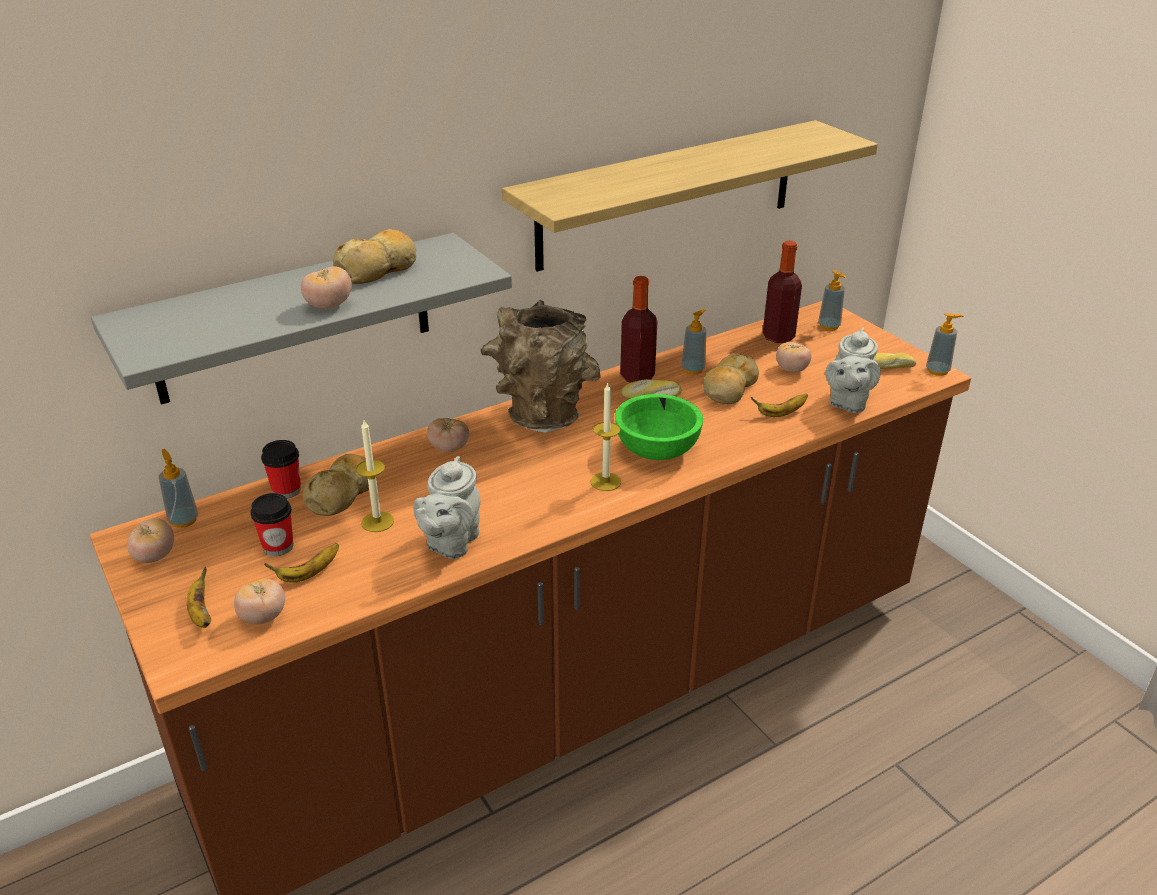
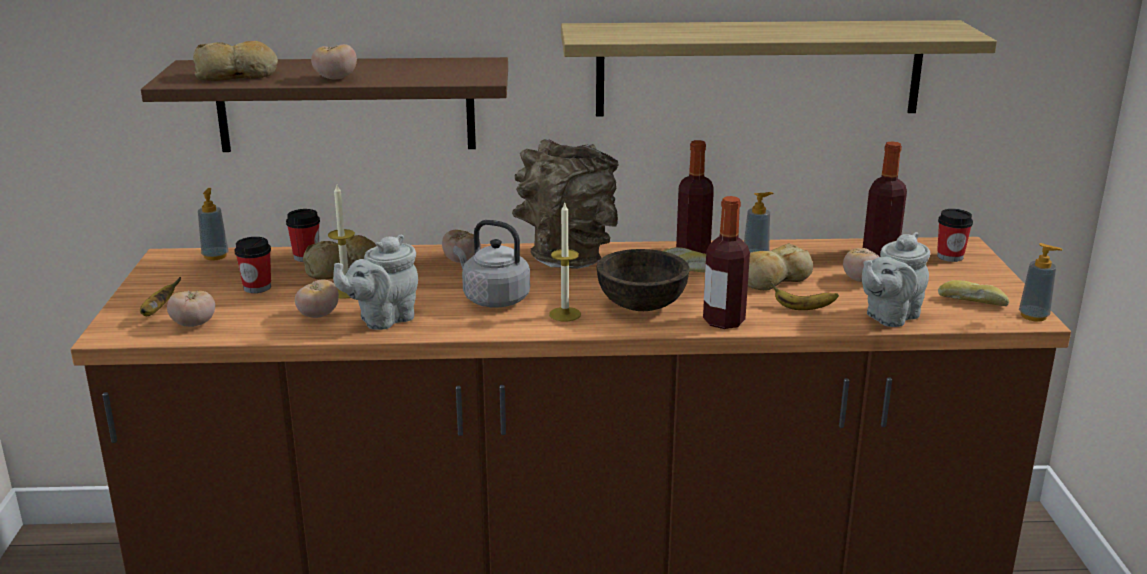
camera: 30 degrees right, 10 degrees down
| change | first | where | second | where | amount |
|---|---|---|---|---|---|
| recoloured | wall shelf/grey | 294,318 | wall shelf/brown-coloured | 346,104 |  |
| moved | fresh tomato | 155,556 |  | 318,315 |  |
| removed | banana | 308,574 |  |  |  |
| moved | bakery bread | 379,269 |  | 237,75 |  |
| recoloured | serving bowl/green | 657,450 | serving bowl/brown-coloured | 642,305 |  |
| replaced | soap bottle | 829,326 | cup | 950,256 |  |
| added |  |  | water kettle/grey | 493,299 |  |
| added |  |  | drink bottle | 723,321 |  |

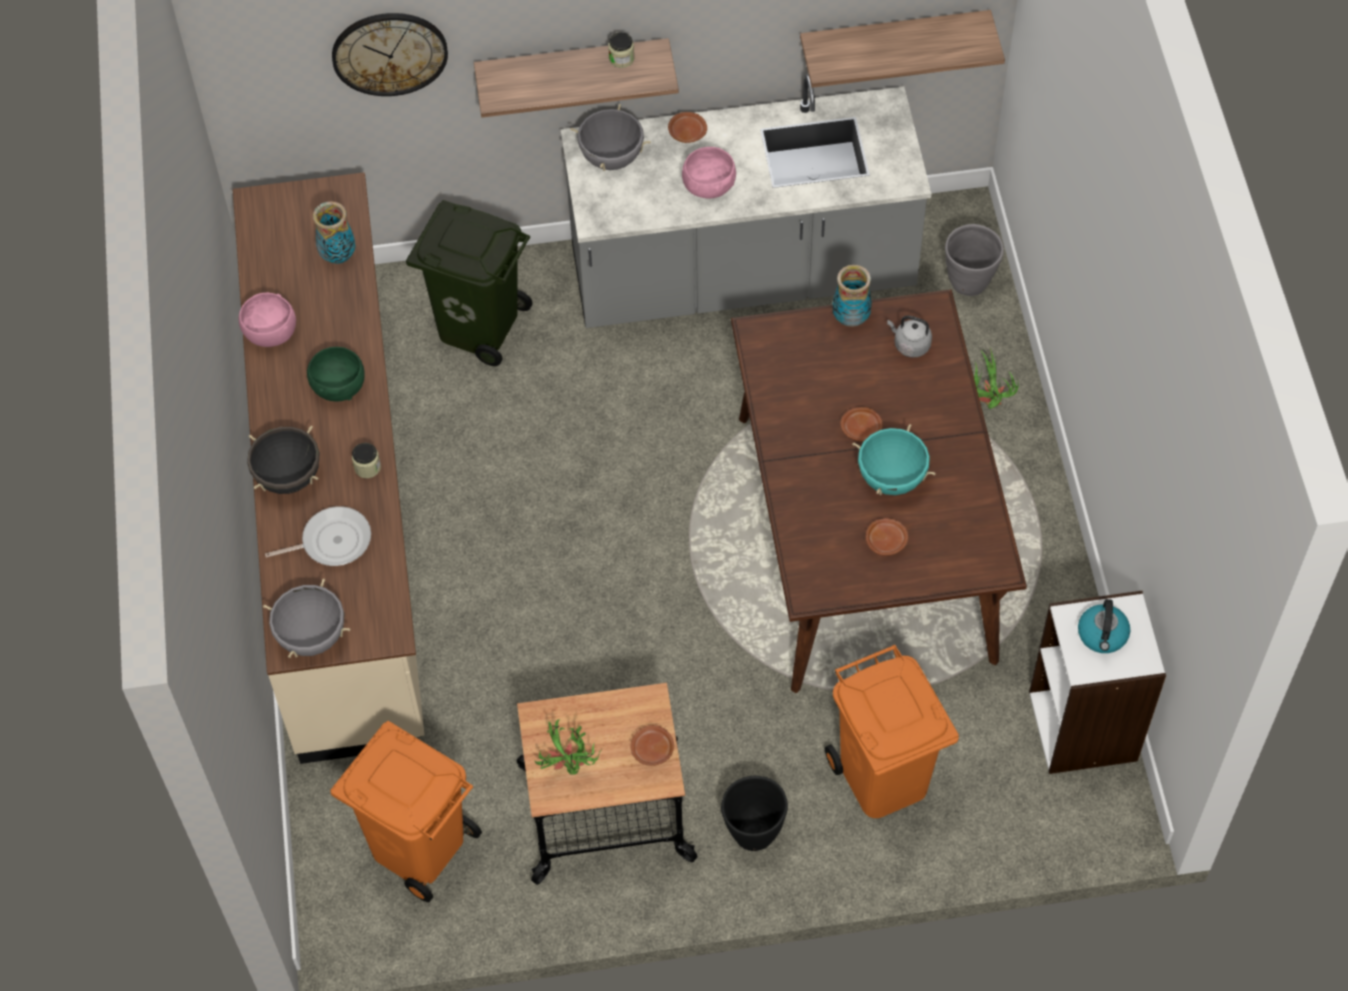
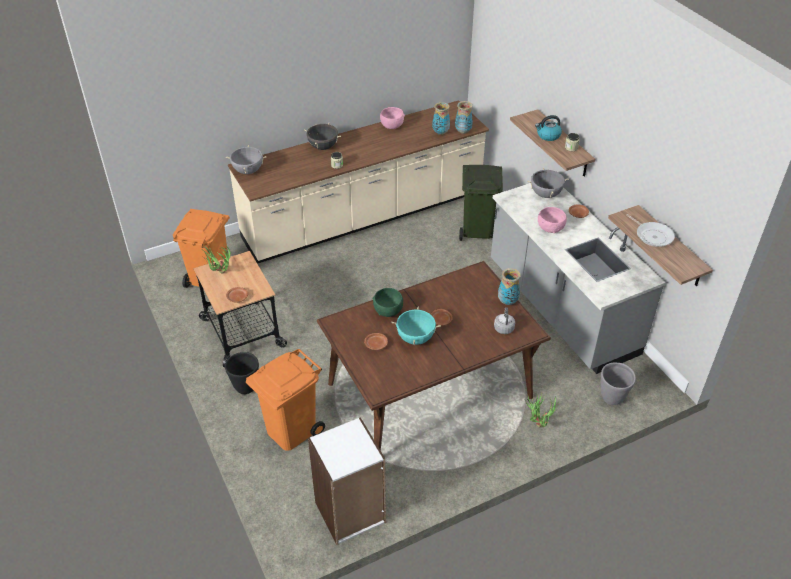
camera: 70 degrees right, 15 degrees down
| change | first | where | second | where | amount |
|---|---|---|---|---|---|
| moved | skillet | 332,541 |  | 652,235 |  |
| moved | serving bowl/green | 338,386 |  | 388,310 |  |
| removed | wall clock | 389,53 |  |  |  |
| moved | water kettle | 1102,635 |  | 548,135 |  |
| added |  |  | decorative vase | 463,131 |  |

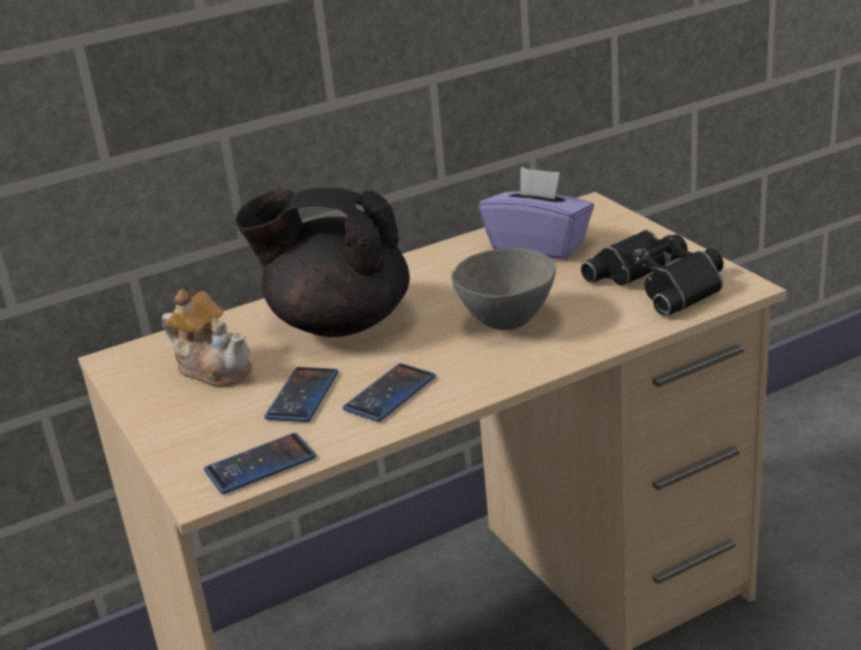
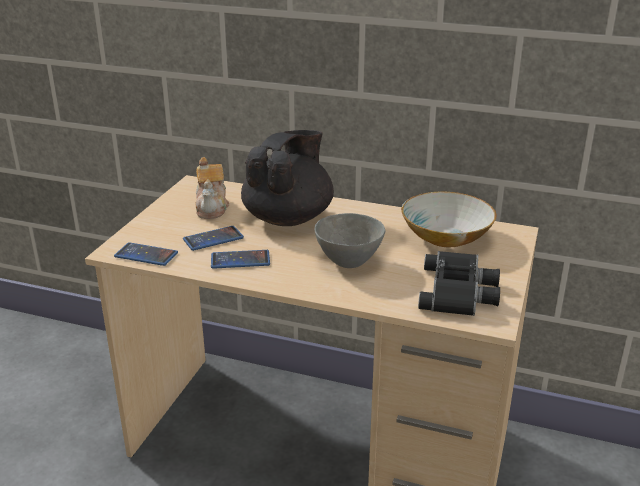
camera: 45 degrees right, 0 degrees up
| change | first | where | second | where | amount |
|---|---|---|---|---|---|
| turned | teapot/black-coloured | 338,322 |  | 289,218 | 60 degrees clockwise |
| replaced | tissue box/purplish | 539,245 | serving bowl | 445,237 |  |

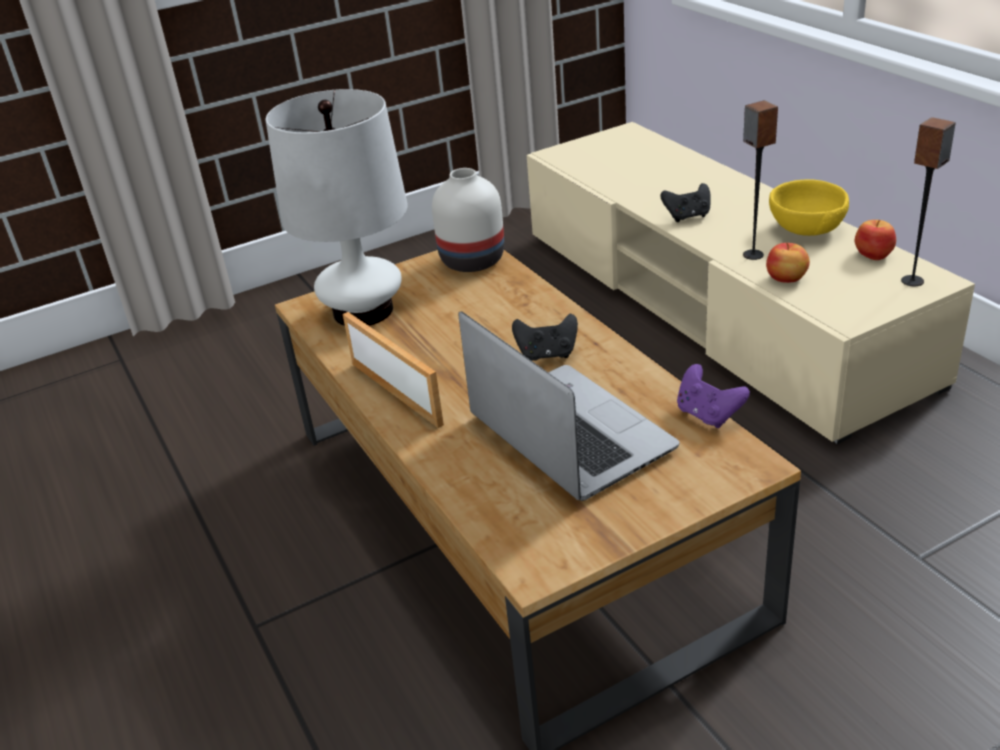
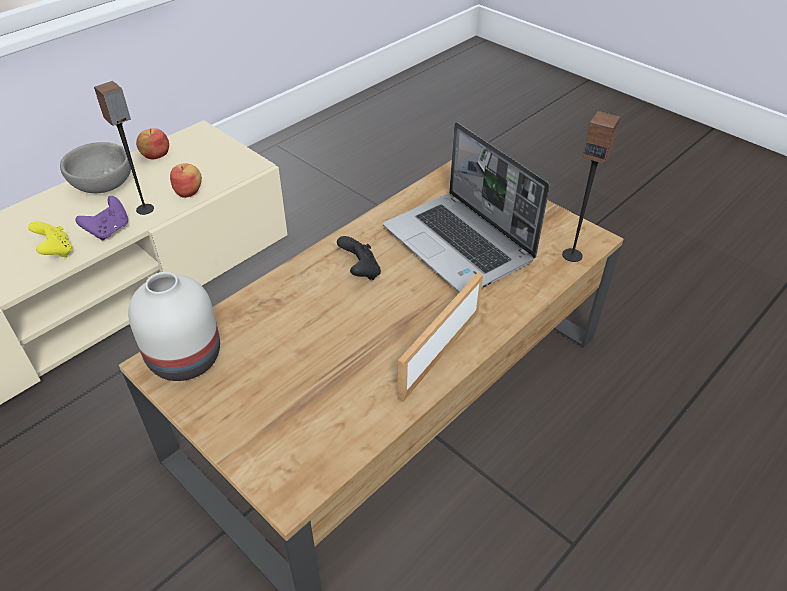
camera: 110 degrees left, 10 degrees up
| change | first | where | second | where | amount |
|---|---|---|---|---|---|
| removed | table lamp/whitish | 363,311 |  |  |  |
| turned | portable computer | 567,434 |  | 460,245 | 75 degrees counterclockwise |
| recoloured | joypad/black-coloured | 687,216 | joypad/yellowish | 56,251 |  |
| moved | joypad/purplish | 708,415 |  | 109,230 |  |
| recoloured | serving bowl/yellowish | 807,228 | serving bowl/grey | 102,184 |  |
| moved | speaker | 912,281 |  | 572,255 |  |

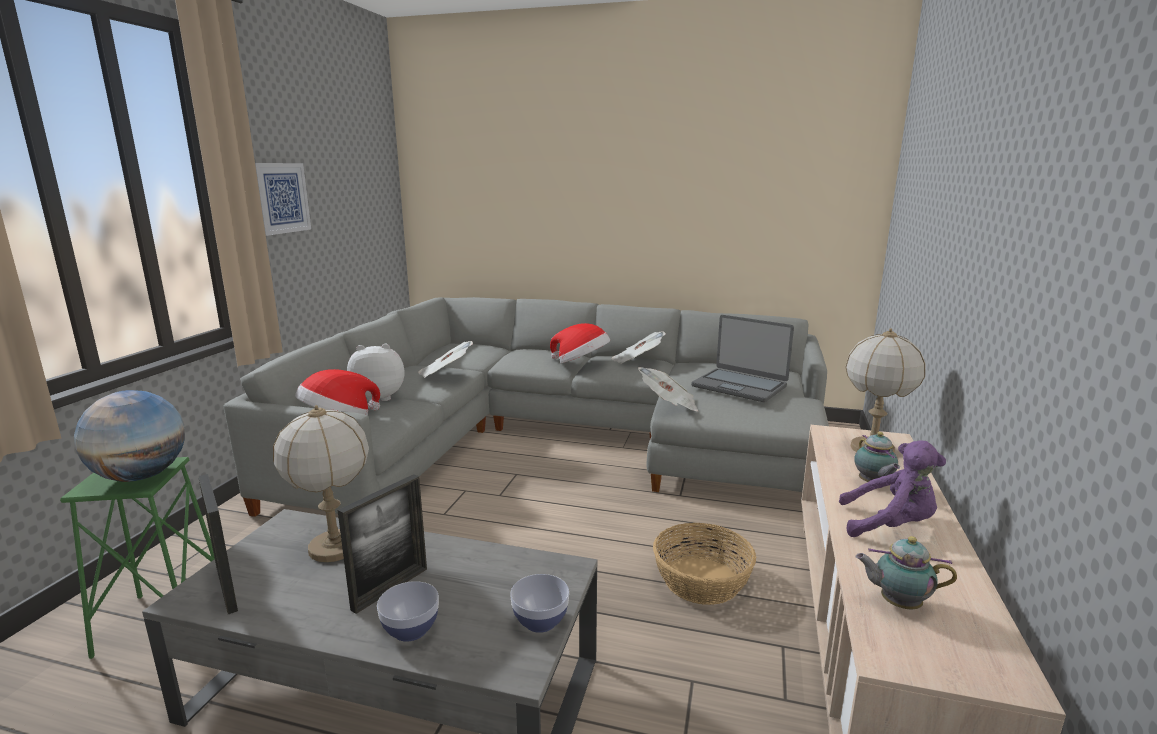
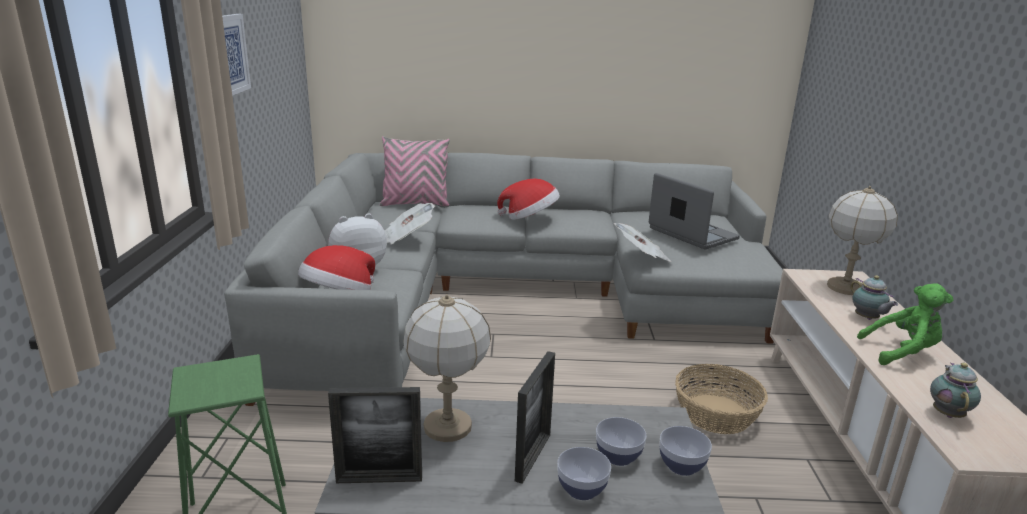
camera: 15 degrees left, 5 degrees up
| change | first | where | second | where | amount |
|---|---|---|---|---|---|
| removed | desk globe | 142,476 |  |  |  |
| turned | picture frame | 226,589 |  | 379,479 | 45 degrees counterclockwise |
| removed | newspaper | 637,361 |  |  |  |
| turned | portable computer | 739,386 |  | 692,234 | 150 degrees counterclockwise |
| recoloured | cuddly toy/purplish | 889,526 | cuddly toy/green | 902,352 |  |
| turned | teapot | 897,603 |  | 947,413 | 105 degrees clockwise |
| added |  |  | pillow/pink-coloured | 415,204 |  |
| added |  |  | serving bowl | 618,456 |  |

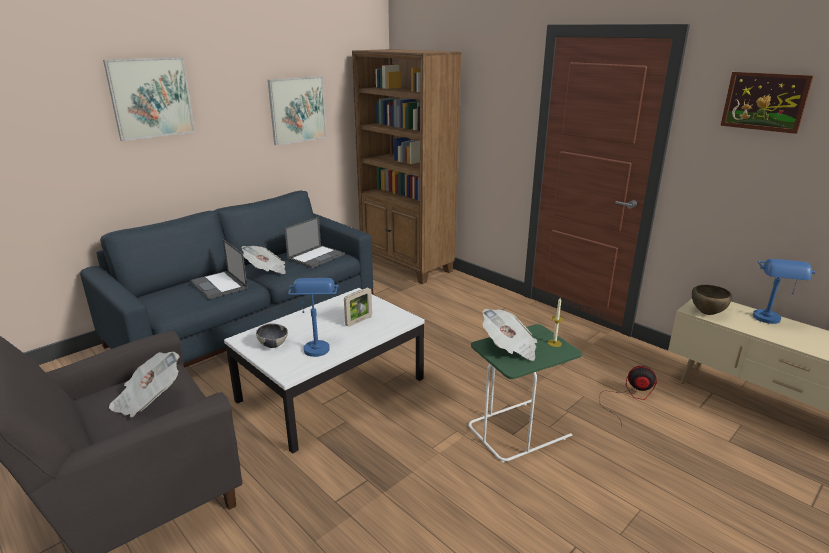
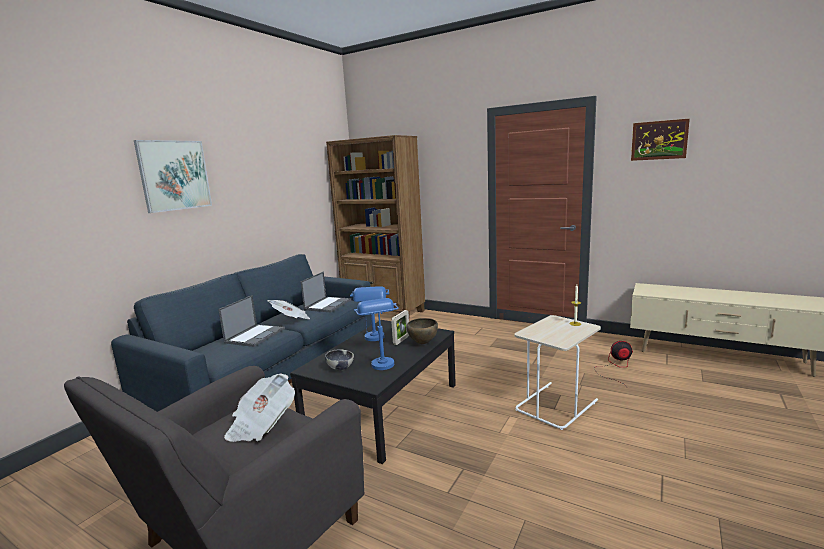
camera: 15 degrees left, 10 degrees down
| change | first | where | second | where | amount |
|---|---|---|---|---|---|
| turned | portable computer | 219,285 |  | 255,335 | 105 degrees counterclockwise |
| recoloured | coffee table/whitish | 332,389 | coffee table/black-coloured | 383,408 |  |
| removed | wall picture | 297,110 |  |  |  |
| recoloured | end table/green | 518,429 | end table/beige | 555,404 |  |
| removed | newspaper | 509,348 |  |  |  |
| moved | serving bowl/brown-coloured | 707,313 |  | 423,343 |  |
| moved | table lamp/blue-coloured | 769,322 |  | 374,340 |  |

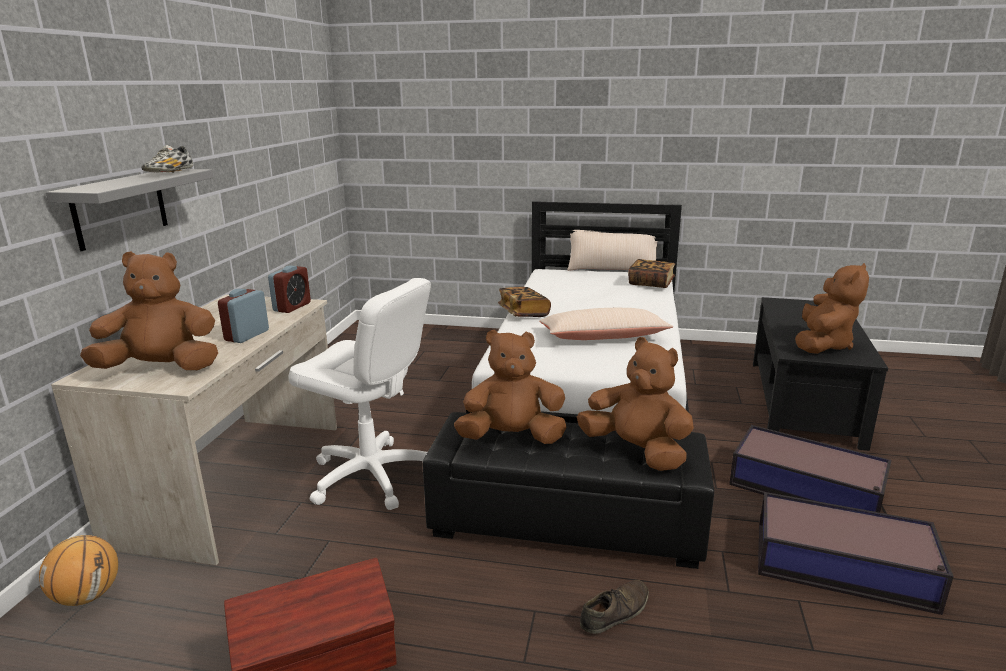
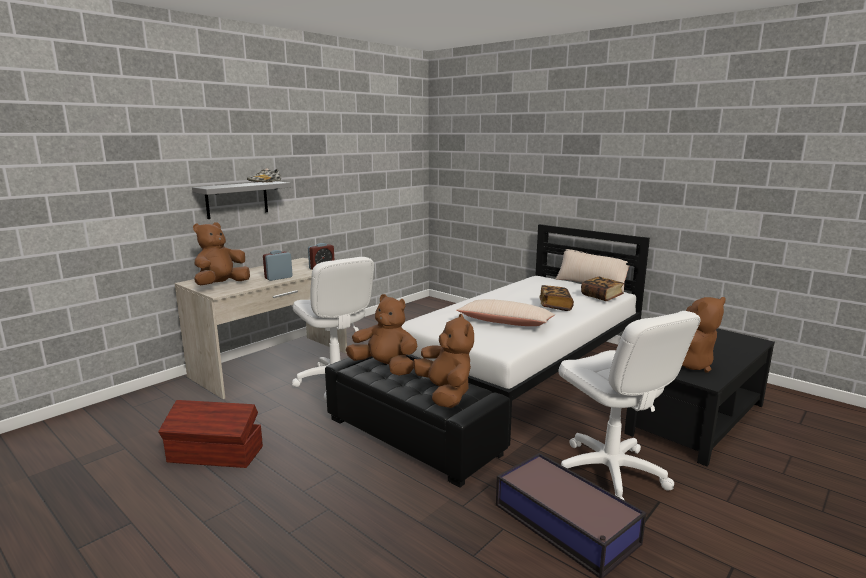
camera: 30 degrees right, 5 degrees down
| change | first | where | second | where | amount |
|---|---|---|---|---|---|
| removed | ball for basketball | 88,596 |  |  |  |
| turned | cuddly toy/brown-coloured | 162,368 |  | 221,285 | 75 degrees counterclockwise |
| moved | book | 523,313 |  | 555,306 |  |
| removed | shoe/brown-coloured | 615,612 |  |  |  |
| replaced | storage container | 807,489 | desk chair/whitish | 609,473 |  |

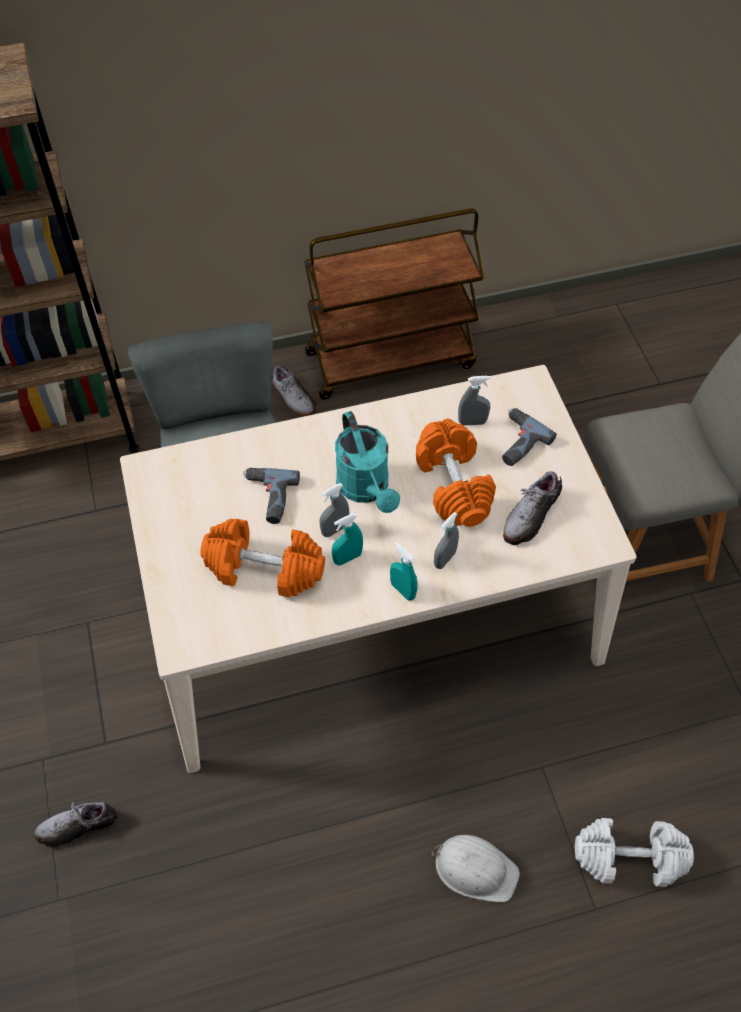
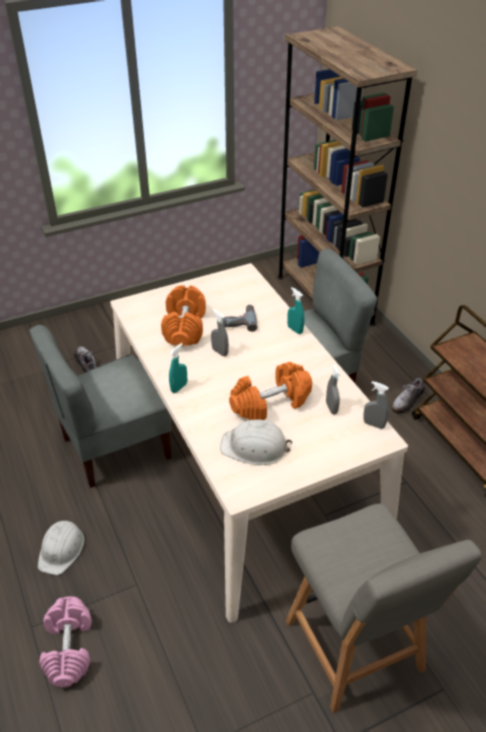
camera: 80 degrees right, 15 degrees down
| change | first | where | second | where | amount |
|---|---|---|---|---|---|
| moved | hand sprayer/turquoise-coloured | 347,558 |  | 295,330 |  |
| removed | watering can/turquoise-coloured | 367,489 |  |  |  |
| moved | hand sprayer/grey | 445,559 |  | 374,424 |  |
| removed | power drill | 516,441 |  |  |  |
| replaced | shoe | 530,515 | safety helmet/whitish | 255,447 |  |
| recoloured | dumbbell/whitish | 628,858 | dumbbell/pink-coloured | 68,648 |  |
| added |  |  | plain chair/grey | 115,447 |  |

